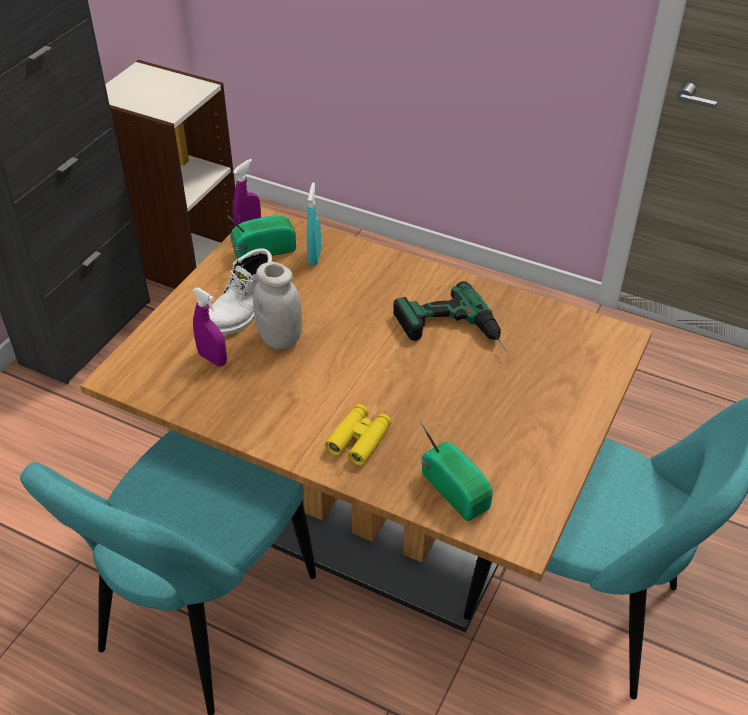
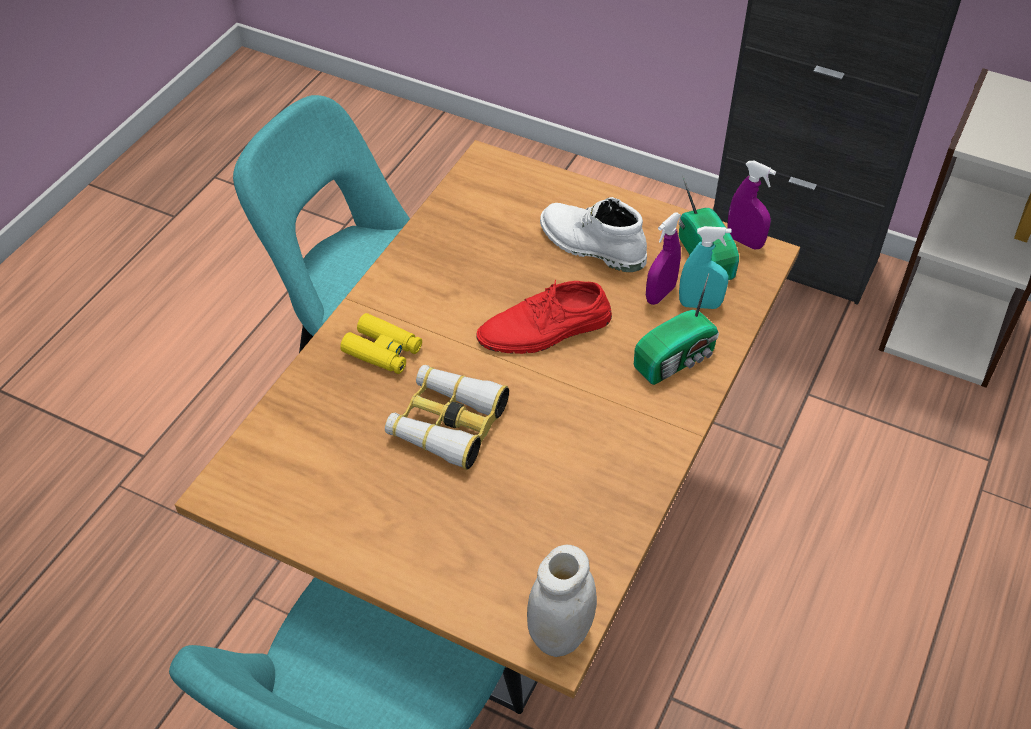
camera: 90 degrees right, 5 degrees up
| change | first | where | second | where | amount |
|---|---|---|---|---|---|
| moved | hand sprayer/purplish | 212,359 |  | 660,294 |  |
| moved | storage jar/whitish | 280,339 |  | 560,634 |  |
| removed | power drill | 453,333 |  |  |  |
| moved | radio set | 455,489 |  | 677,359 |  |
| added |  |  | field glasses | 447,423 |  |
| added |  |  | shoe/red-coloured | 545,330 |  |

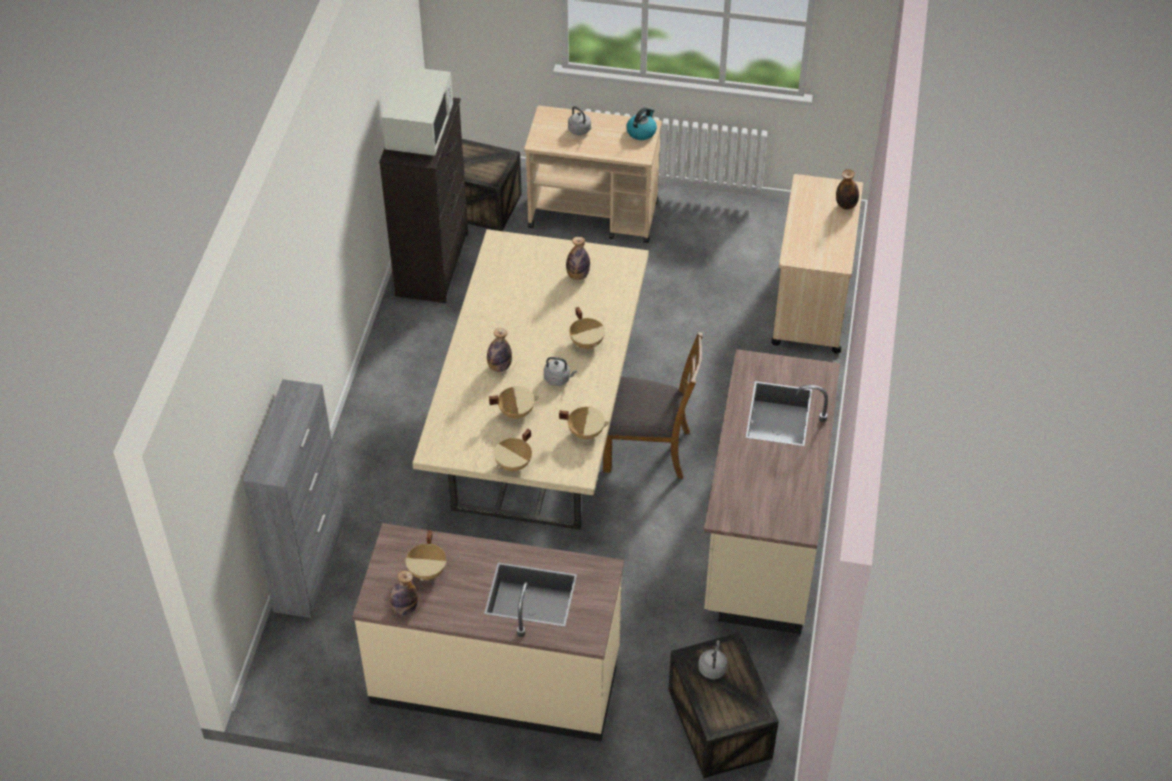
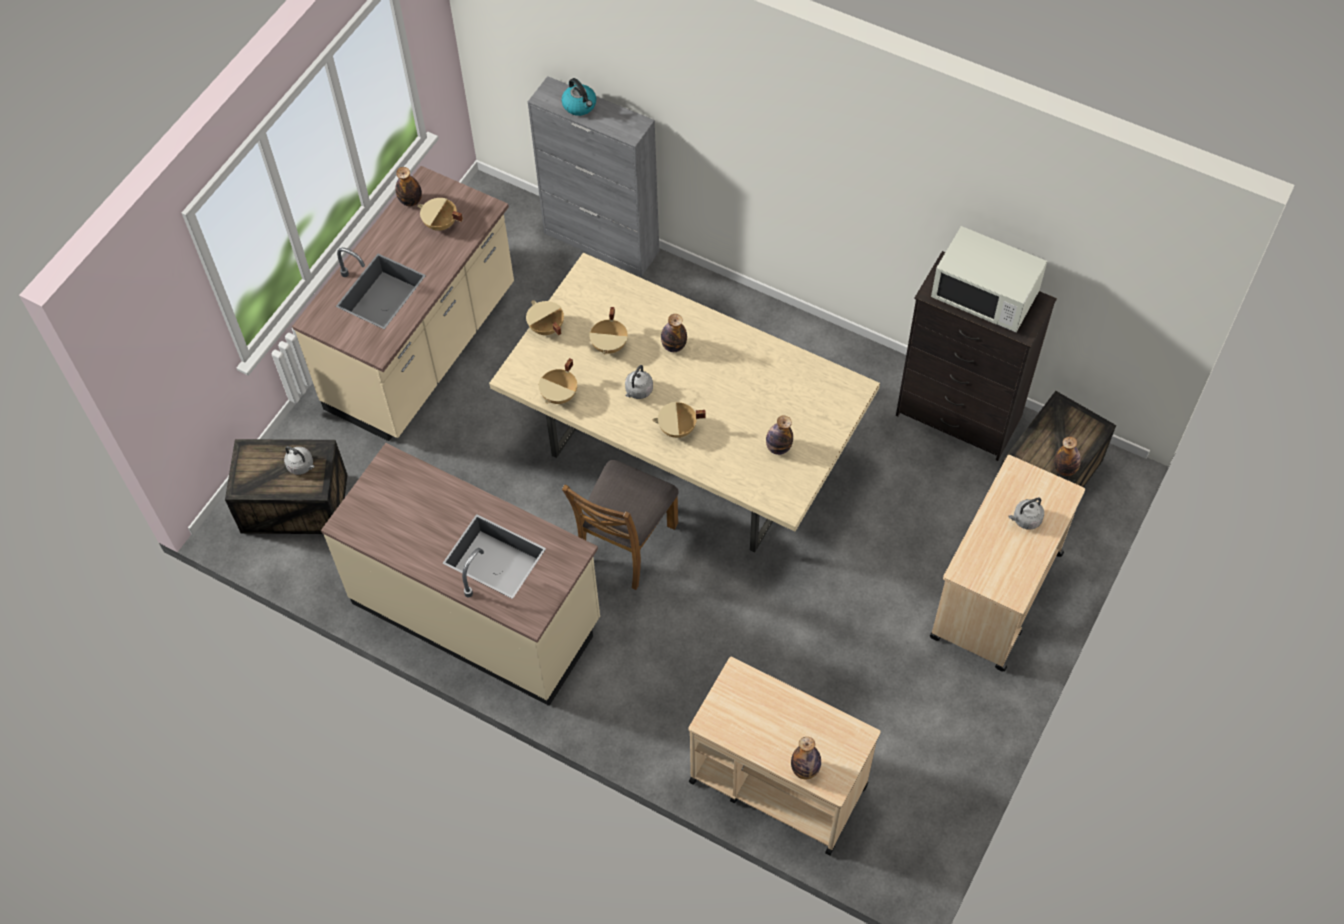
camera: 110 degrees right, 10 degrees up
| change | first | where | second | where | amount |
|---|---|---|---|---|---|
| moved | water kettle | 641,132 |  | 580,105 |  |
| added |  |  | drink bottle | 1064,469 |  |

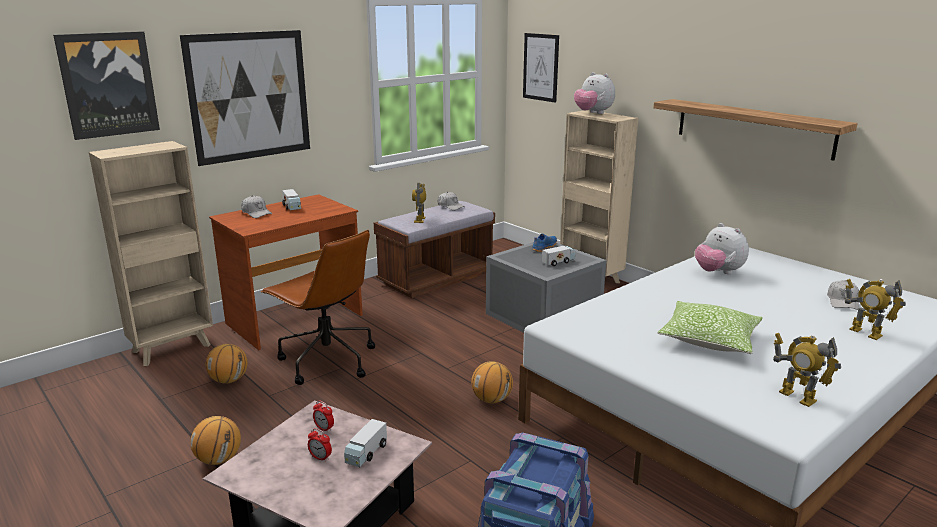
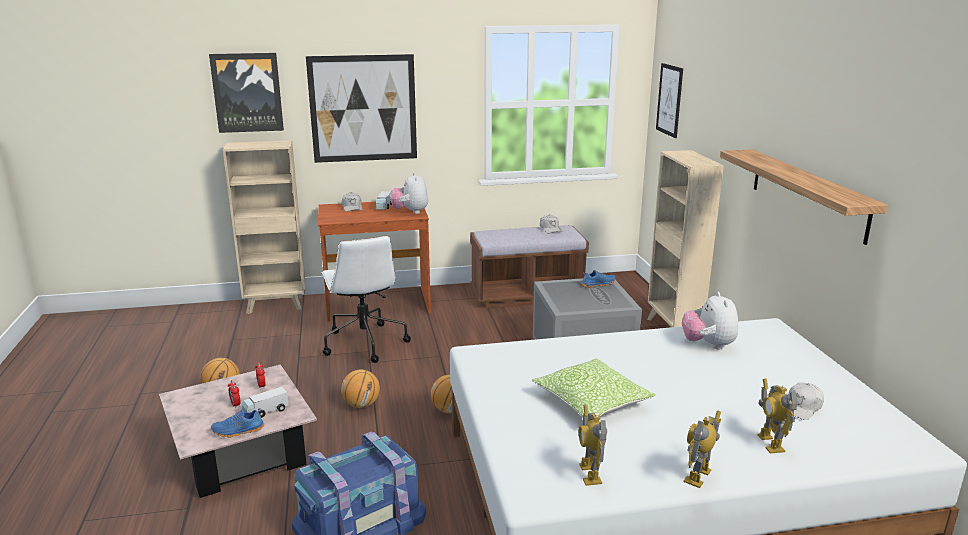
camera: 30 degrees right, 0 degrees up
| change | first | where | second | where | amount |
|---|---|---|---|---|---|
| moved | ball for basketball | 229,380 |  | 361,405 |  |
| recoloured | desk chair/brown-coloured | 326,361 | desk chair/whitish | 364,342 |  |
| moved | model robot | 420,220 |  | 698,476 |  |
| removed | model truck | 558,262 |  |  |  |
| moved | cuddly toy | 593,113 |  | 410,212 |  |
| added |  |  | shoe/blue-coloured | 238,431 |  |

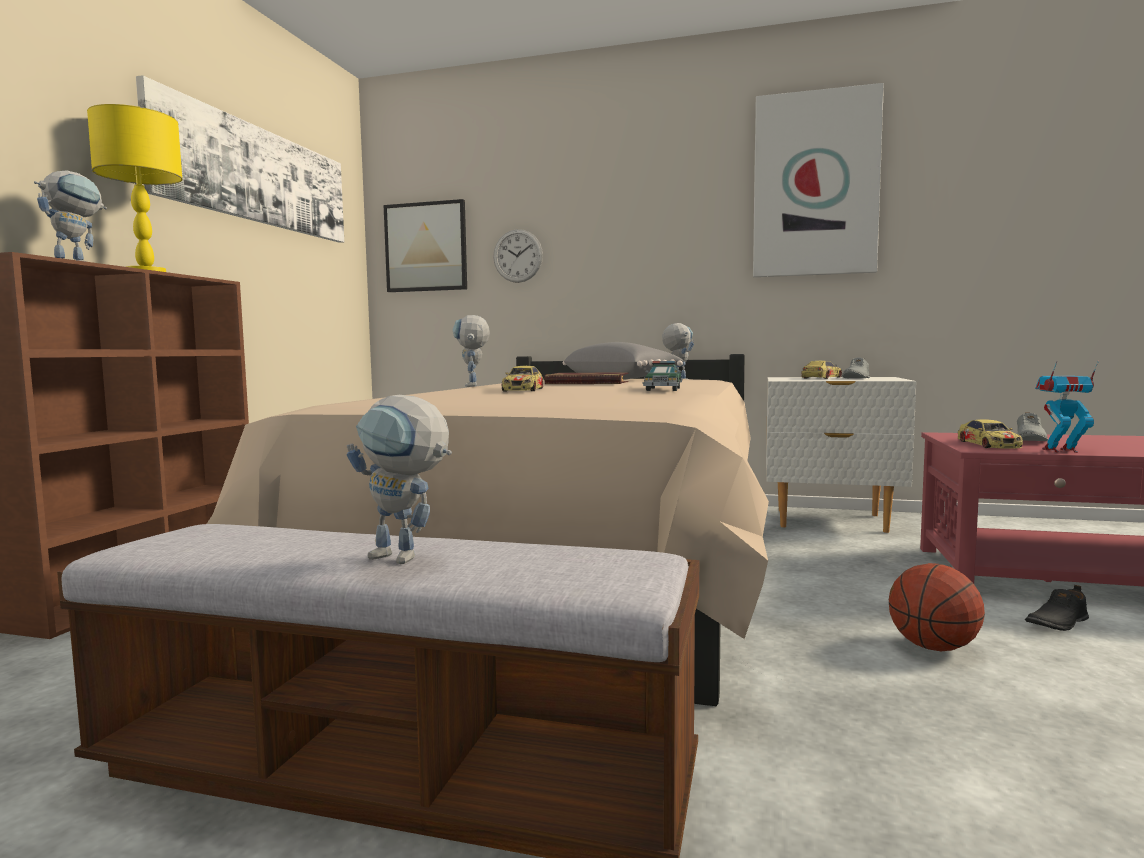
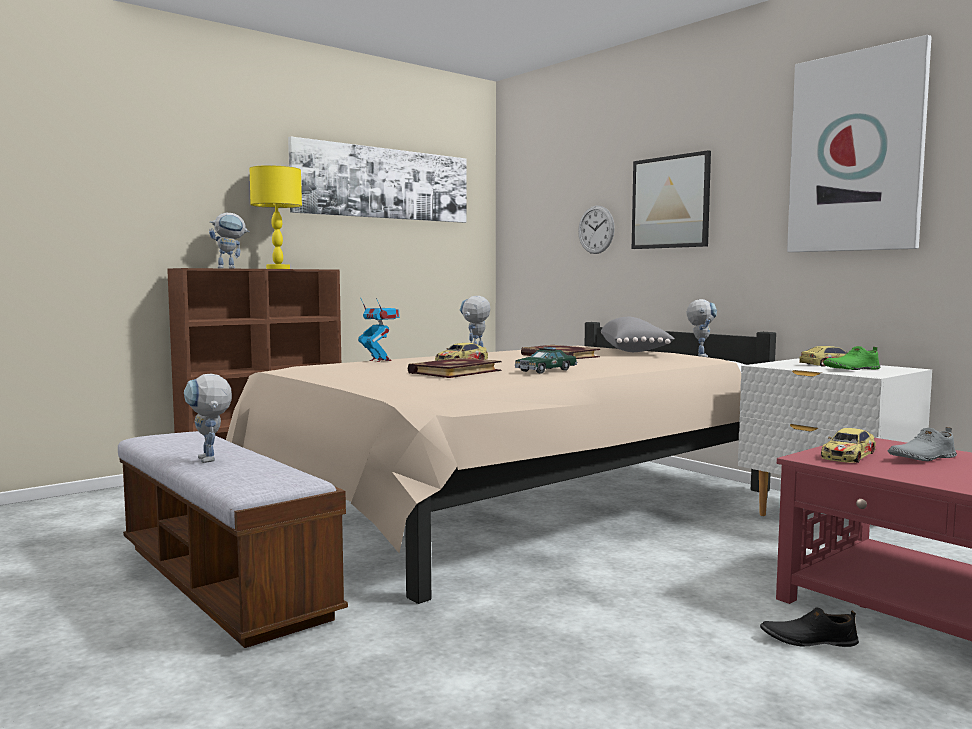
camera: 35 degrees right, 0 degrees up
| change | first | where | second | where | amount |
|---|---|---|---|---|---|
| moved | wall picture | 426,247 |  | 670,202 |  |
| recoloured | shoe/grey | 856,378 | shoe/green | 851,369 |  |
| removed | ball for basketball | 933,647 |  |  |  |
| moved | model robot | 1060,450 |  | 380,360 |  |
| added |  |  | book | 454,371 |  |

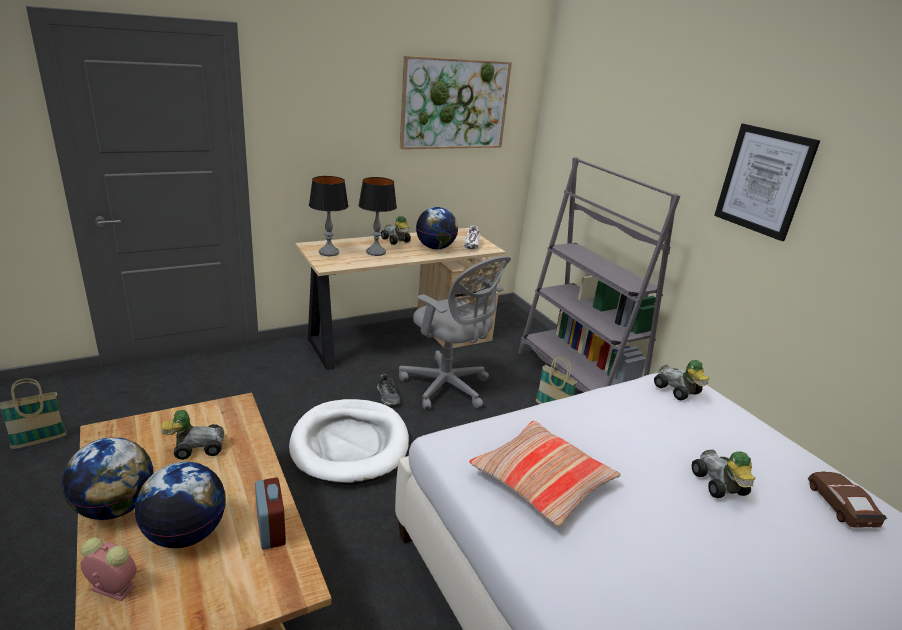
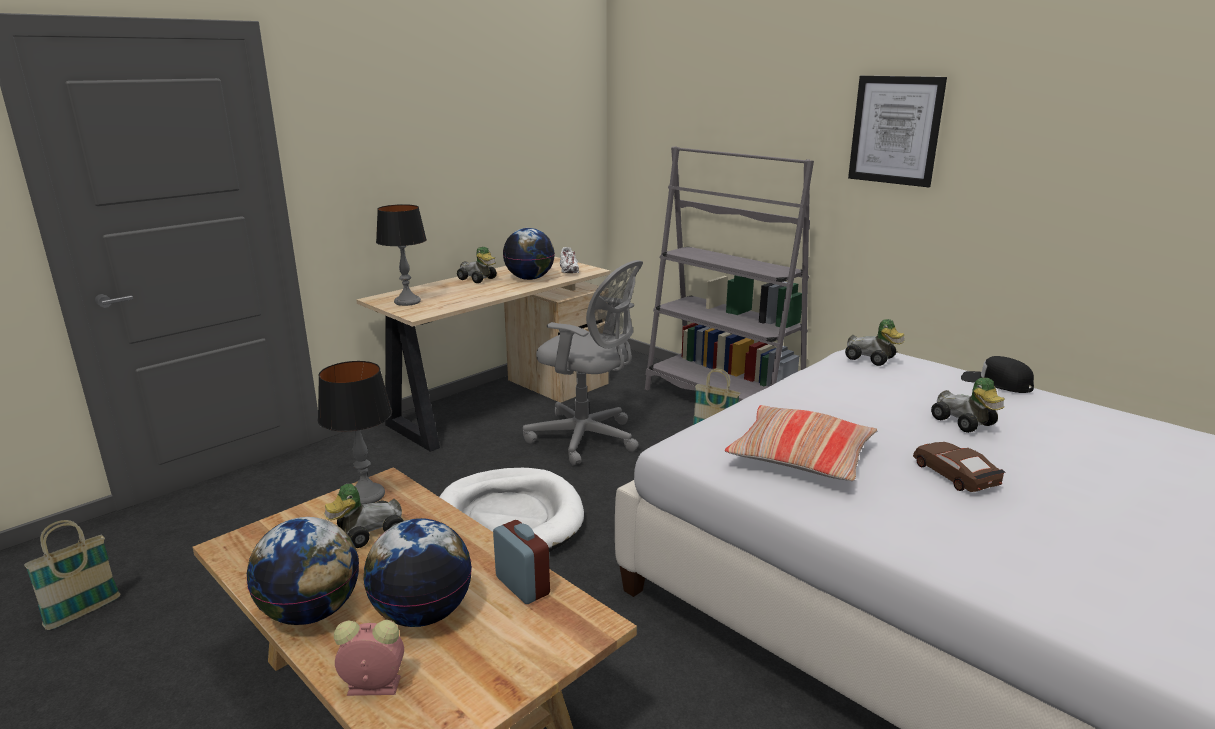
camera: 15 degrees left, 5 degrees down
| change | first | where | second | where | amount |
|---|---|---|---|---|---|
| moved | table lamp | 376,252 |  | 366,495 |  |
| removed | shoe | 388,396 |  |  |  |
| removed | wall picture | 454,104 |  |  |  |
| moved | miniature car/brown-coloured | 841,505 |  | 955,475 |  |
| added |  |  | peaked cap/black-coloured | 996,383 |  |

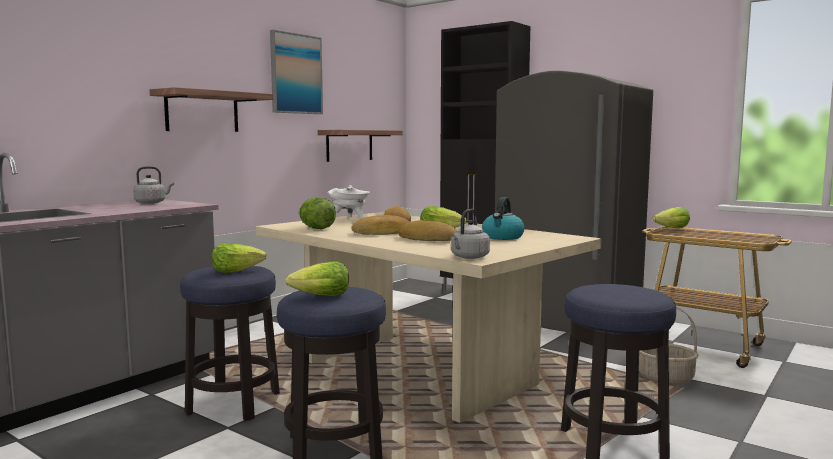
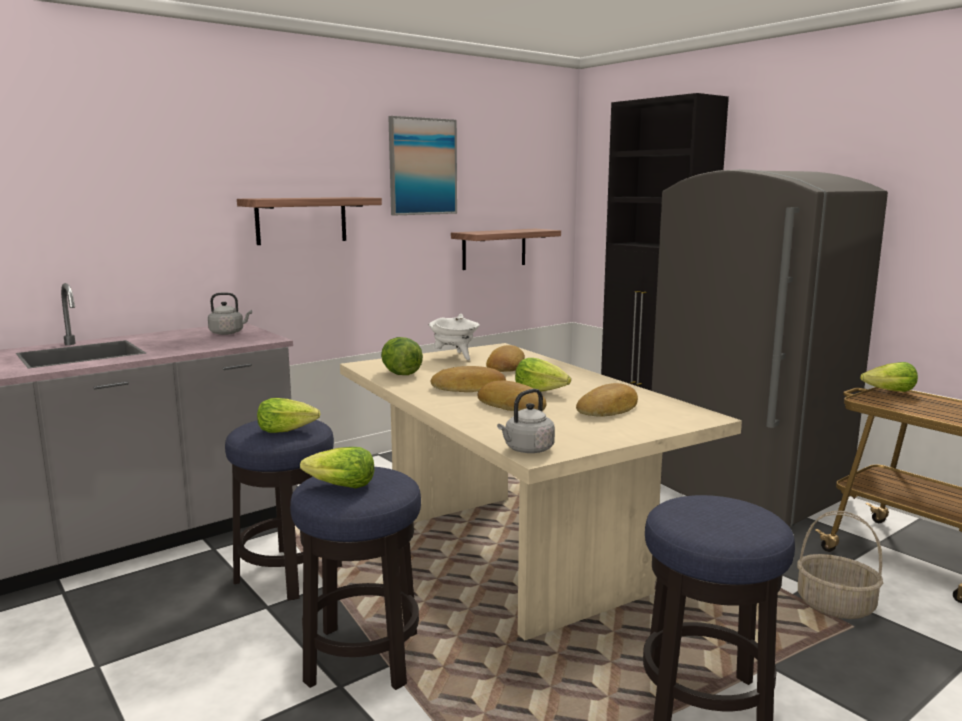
camera: 15 degrees right, 5 degrees up
| change | first | where | second | where | amount |
|---|---|---|---|---|---|
| replaced | water kettle | 502,237 | bakery bread | 609,409 |  |

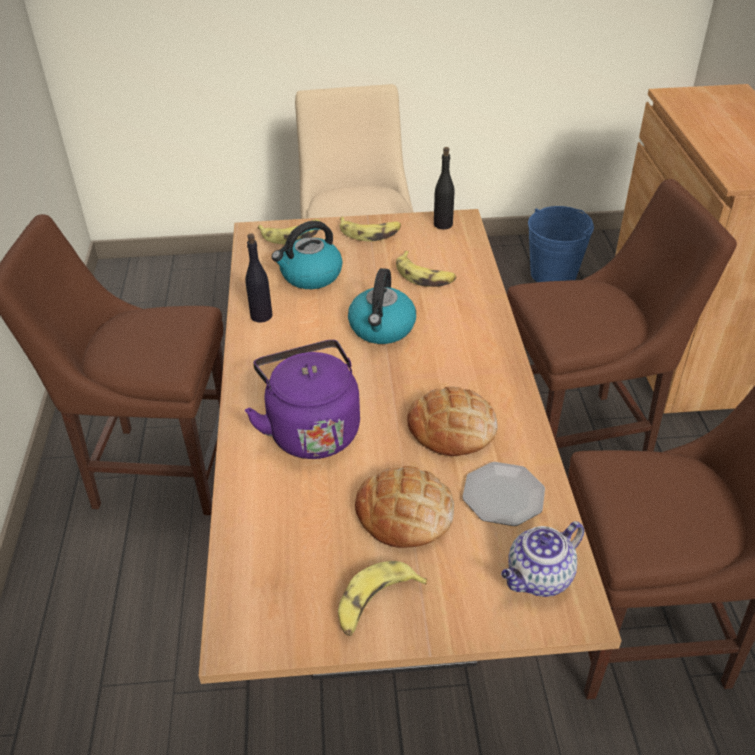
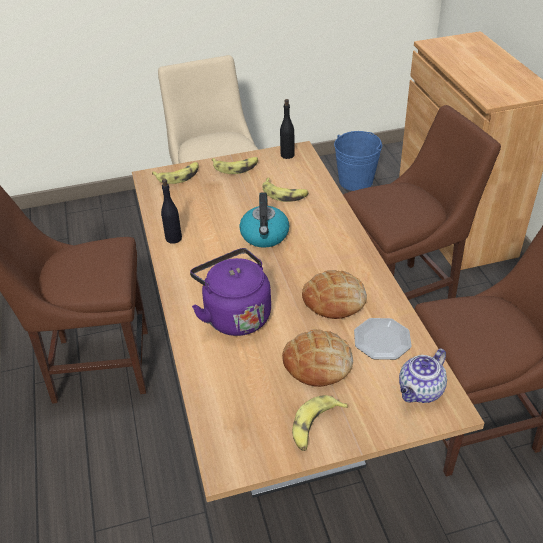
camera: 10 degrees left, 0 degrees up
| change | first | where | second | where | amount |
|---|---|---|---|---|---|
| removed | water kettle | 310,276 |  |  |  |

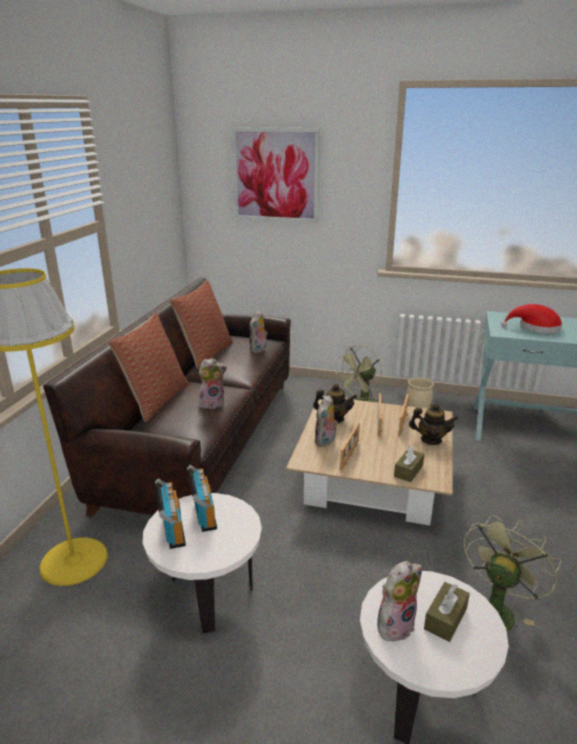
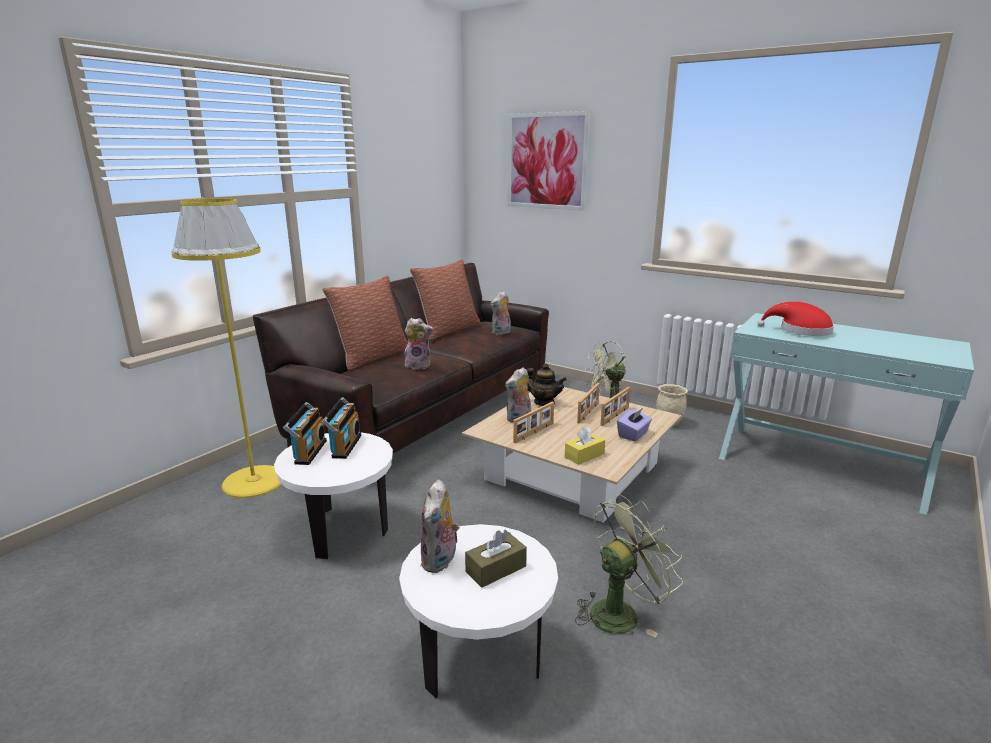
camera: 20 degrees right, 5 degrees down
| change | first | where | second | where | amount |
|---|---|---|---|---|---|
| turned | cuddly toy | 395,624 |  | 440,561 | 120 degrees clockwise |
| recoloured | tissue box/brown-coloured | 408,471 | tissue box/yellowish | 584,455 |  |
| replaced | teapot | 431,440 | tissue box/purplish | 633,434 |  |

